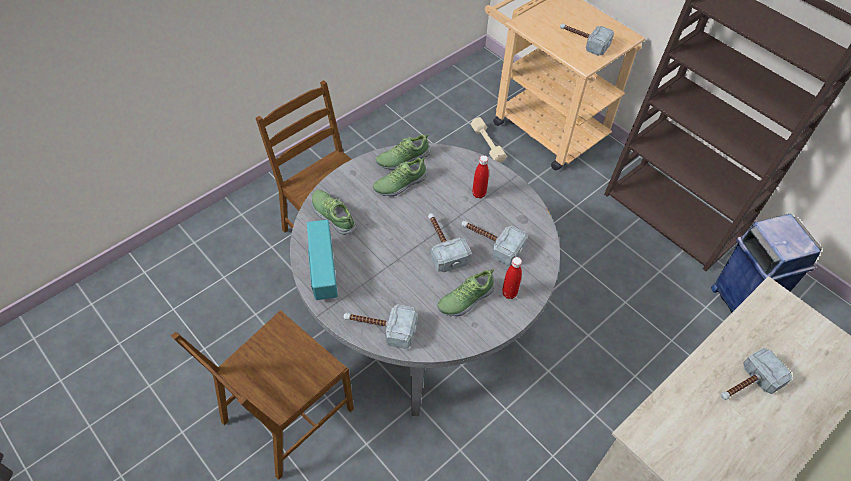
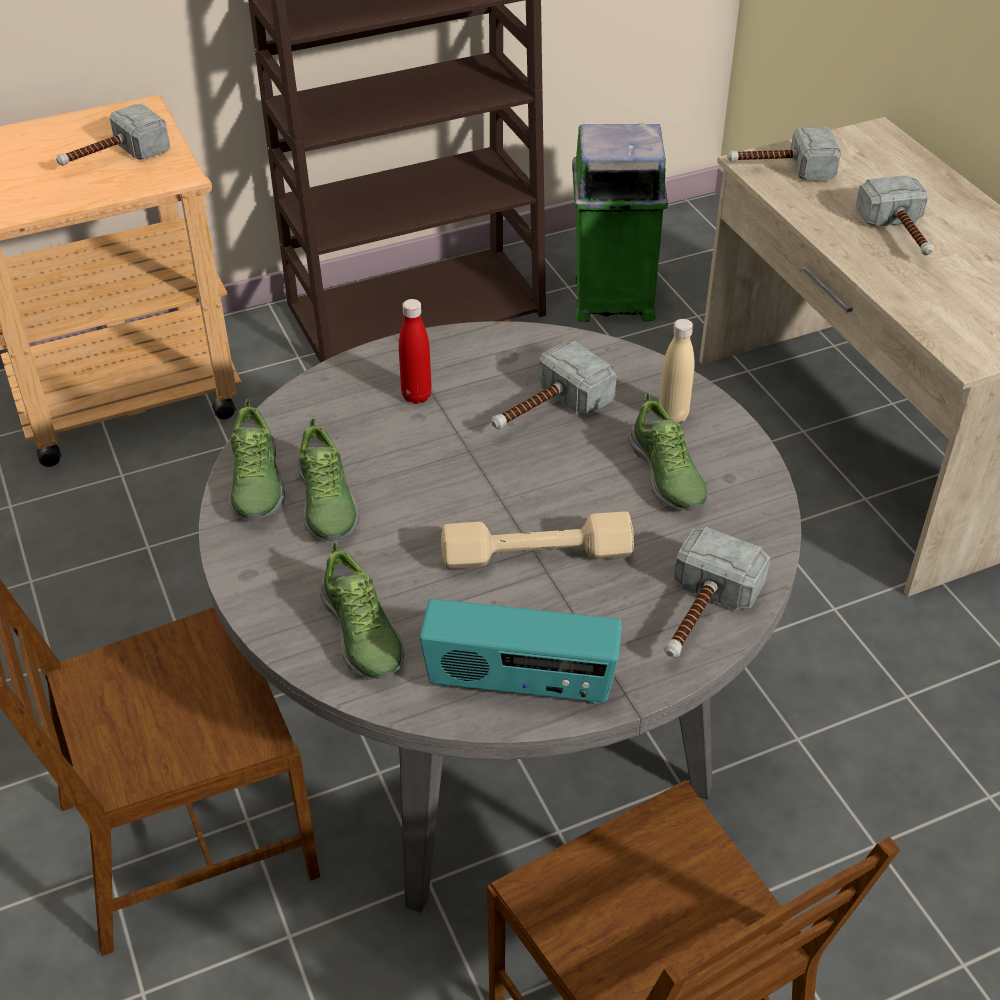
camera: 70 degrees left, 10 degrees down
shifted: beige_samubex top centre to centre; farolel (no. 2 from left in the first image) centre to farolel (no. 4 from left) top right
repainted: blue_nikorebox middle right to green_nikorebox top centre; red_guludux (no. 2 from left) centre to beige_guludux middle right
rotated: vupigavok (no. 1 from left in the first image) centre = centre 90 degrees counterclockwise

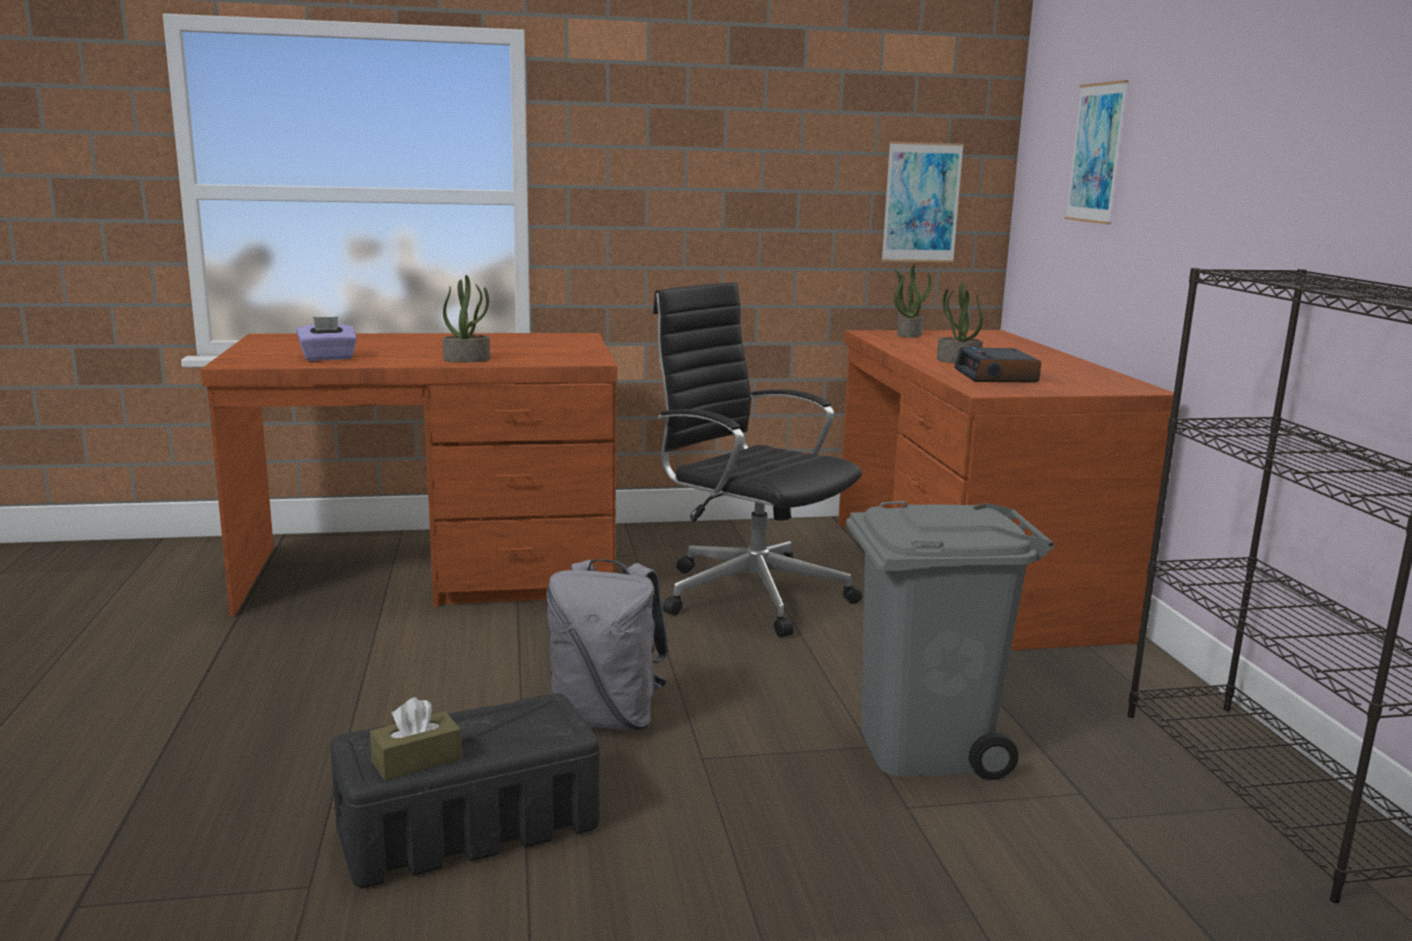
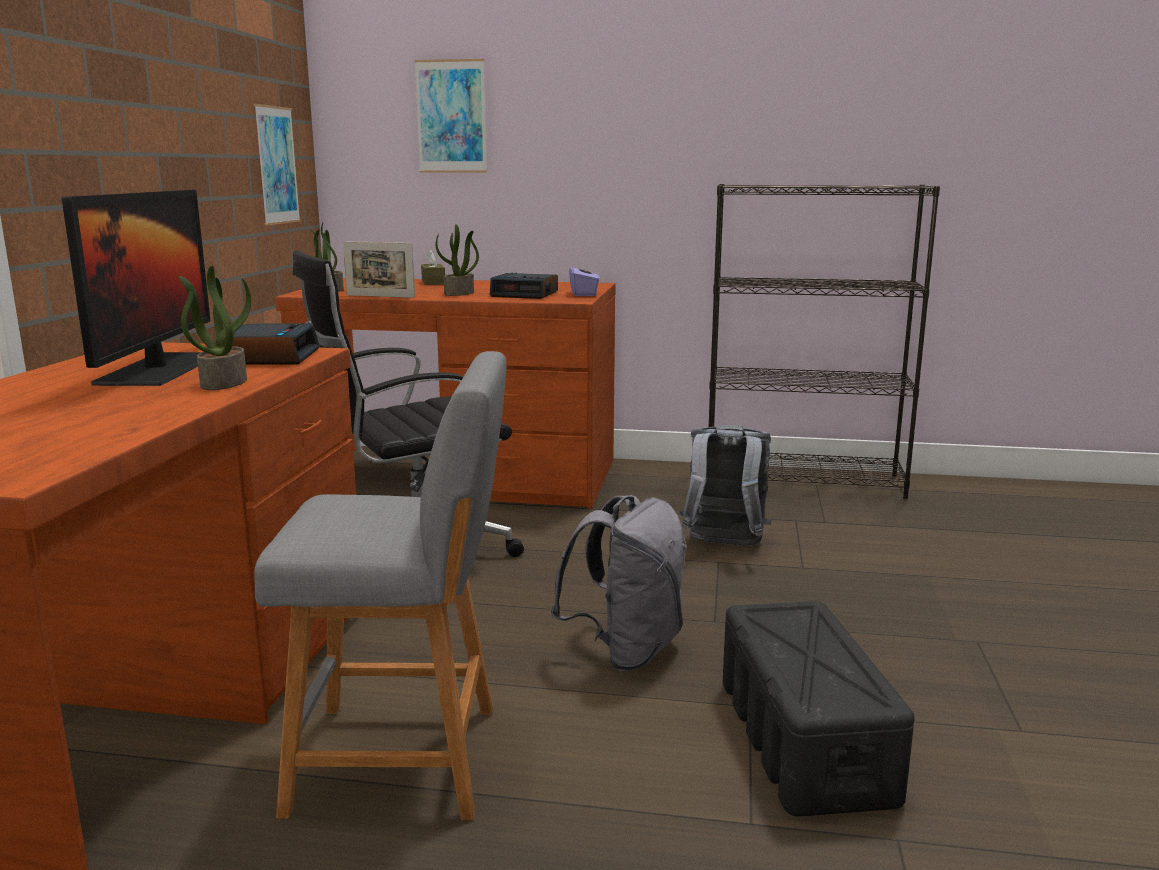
camera: 70 degrees left, 0 degrees up
new: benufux top left; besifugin (no. 1 from left) middle left; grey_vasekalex bottom left; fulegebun top left
shifted: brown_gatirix bottom left to top centre; purple_gatirix middle left to top centre
swapped: grey_nikorebox bottom right to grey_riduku (no. 2 from left) centre

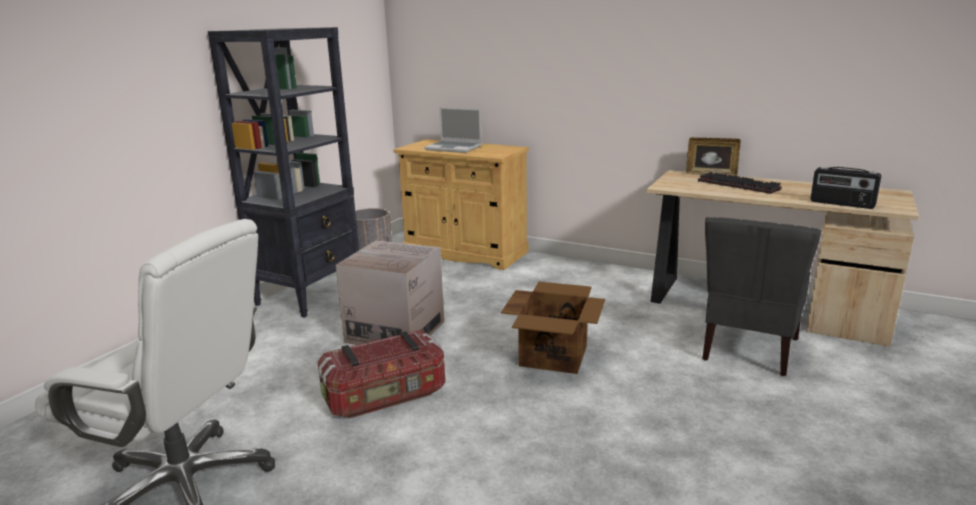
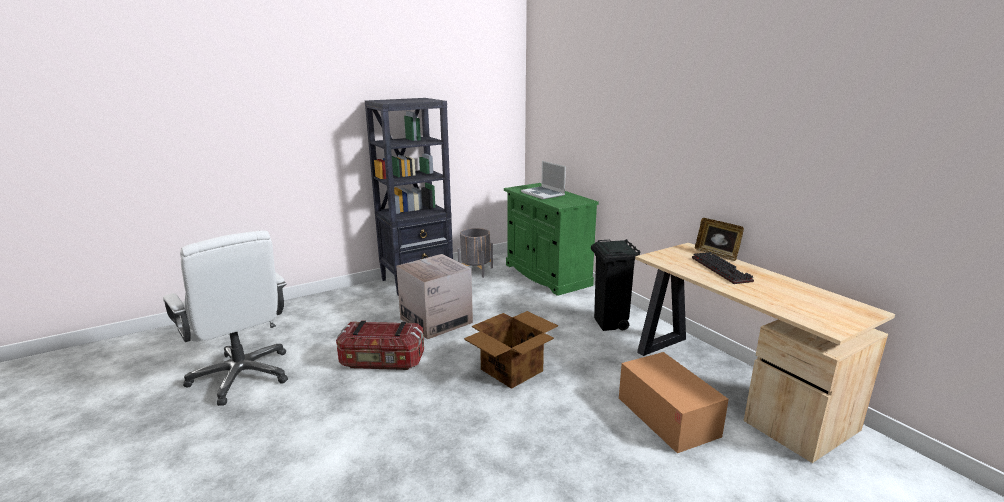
camera: 30 degrees right, 0 degrees up
gone: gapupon middle right
new: black_nikorebox centre
swapped: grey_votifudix middle right to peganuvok (no. 3 from left) bottom right
repainted: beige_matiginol centre to green_matiginol centre

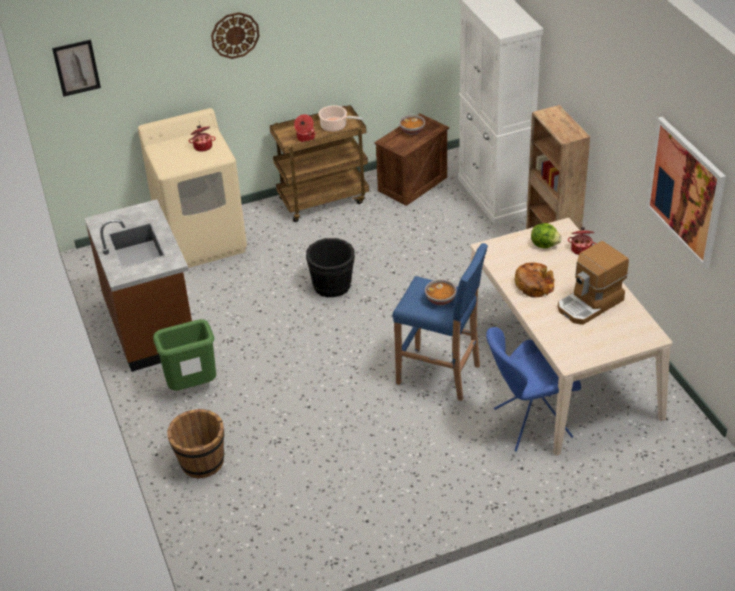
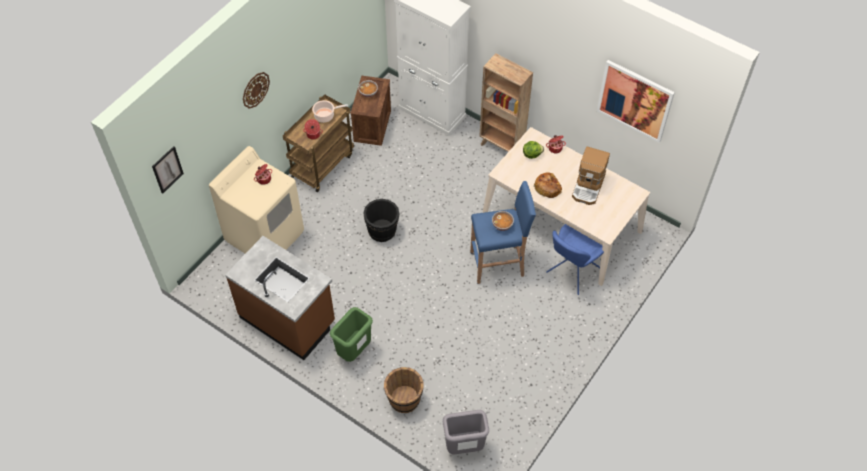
camera: 35 degrees left, 15 degrees up
new: grey_nikorebox bottom centre

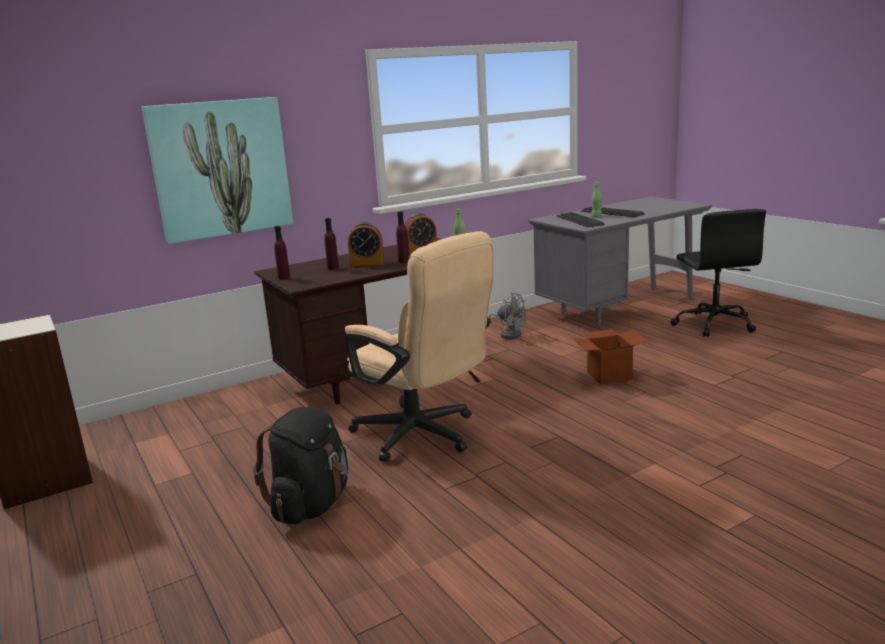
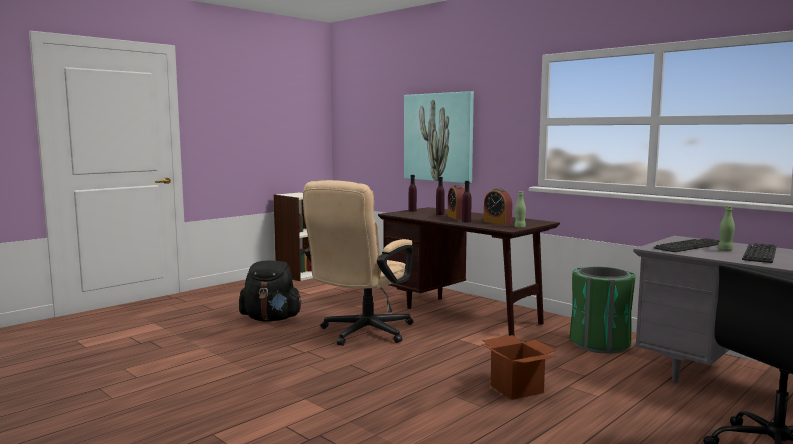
camera: 75 degrees right, 10 degrees down
swapped: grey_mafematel centre to green_nikorebox bottom right

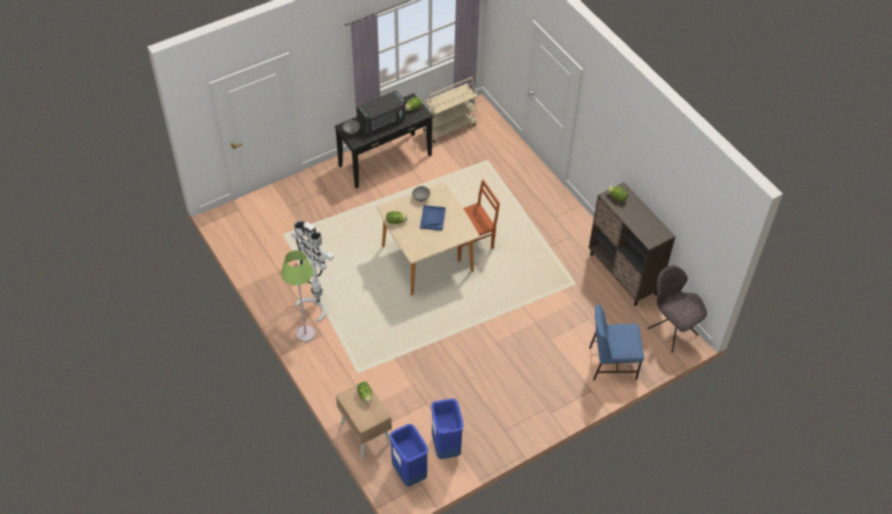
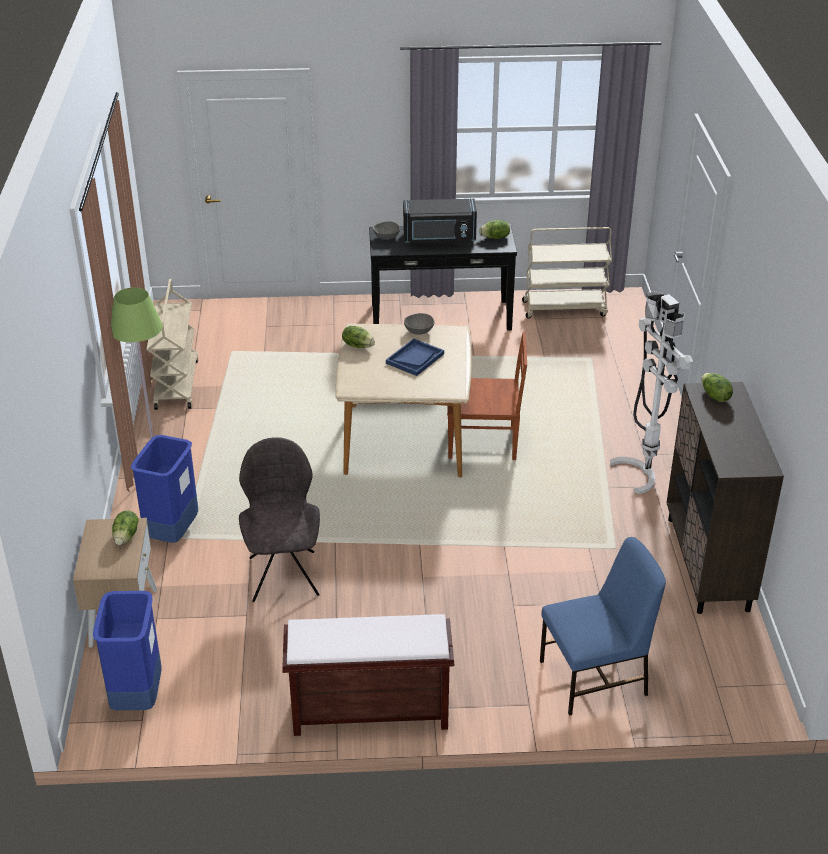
camera: 30 degrees right, 15 degrees down
new: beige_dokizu (no. 1 from left) middle left; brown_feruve bottom centre
shifted: blue_nikorebox (no. 2 from left) bottom centre to middle left; grey_votifudix middle right to centre; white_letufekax centre to middle right
rotated: blue_votifudix middle right = bottom right 135 degrees clockwise

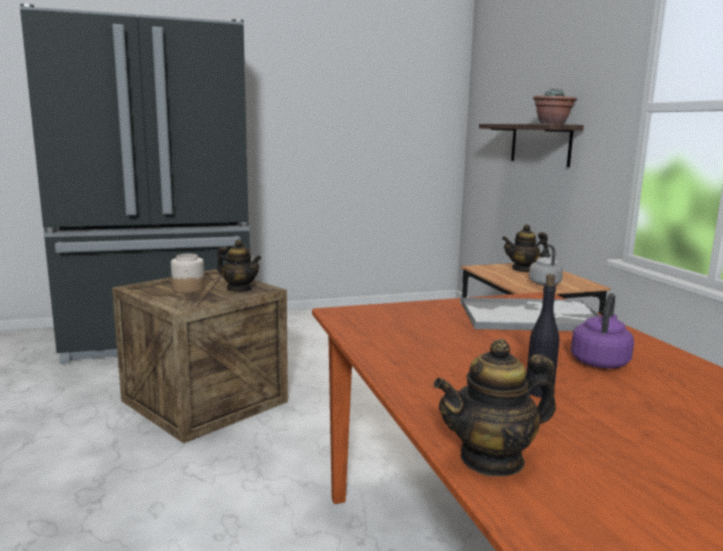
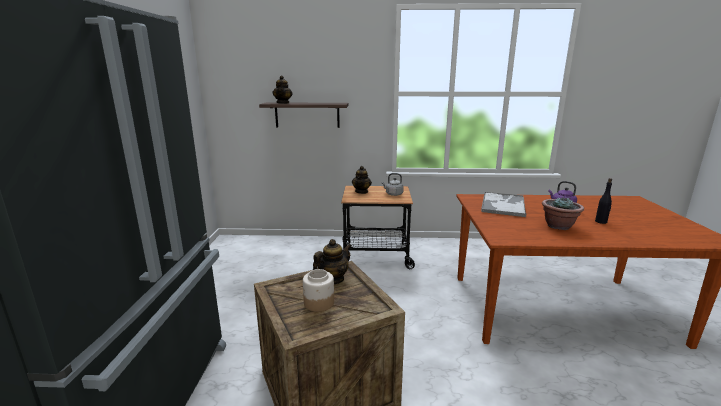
camera: 70 degrees left, 5 degrees up
shifted: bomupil (no. 2 from left in the first image) bottom right to bomupil (no. 1 from left) top centre; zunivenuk top right to middle right

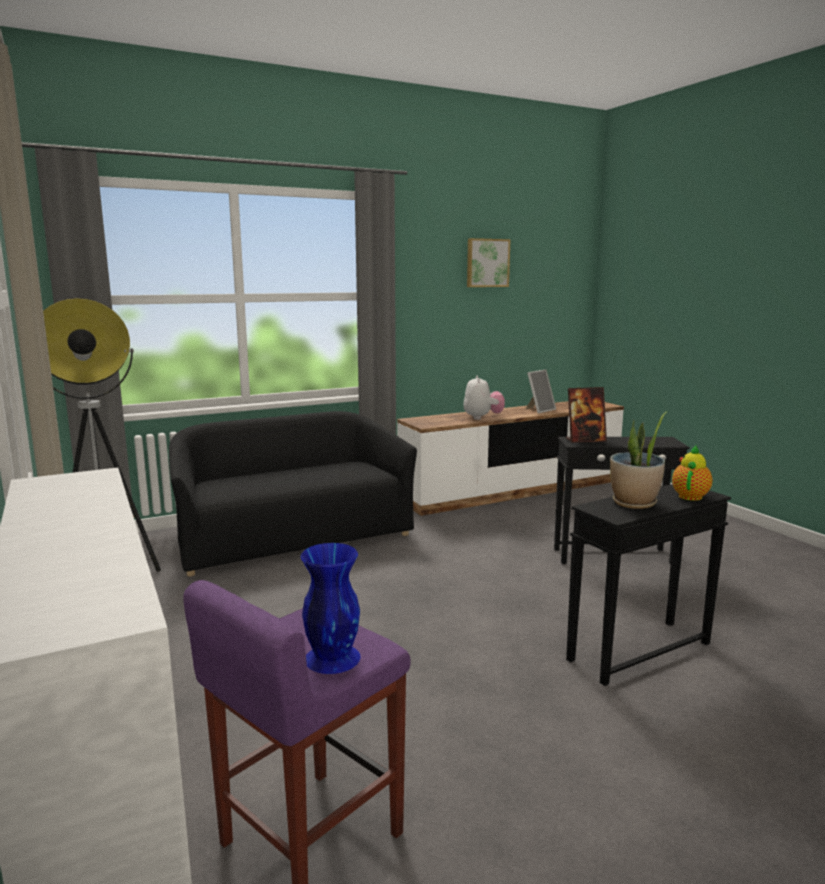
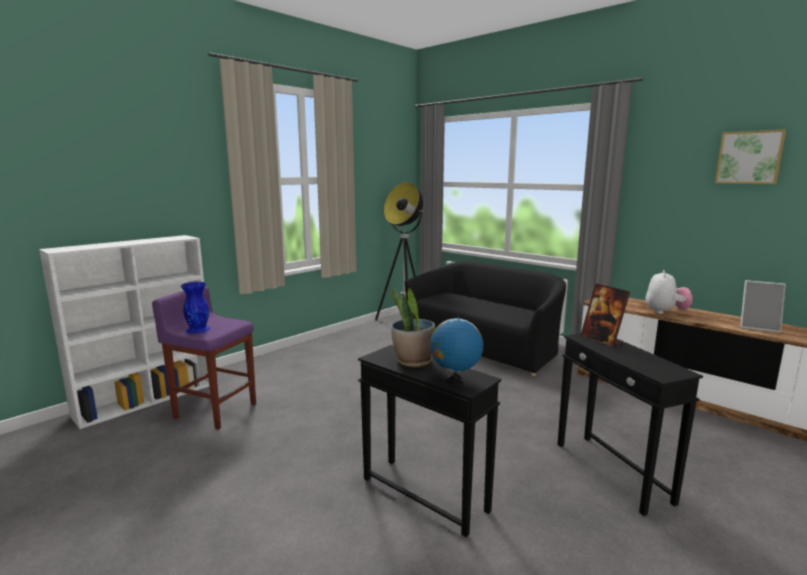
camera: 70 degrees right, 0 degrees up
swapped: bomupil middle right to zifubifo centre
rotated: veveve centre = middle right 45 degrees counterclockwise

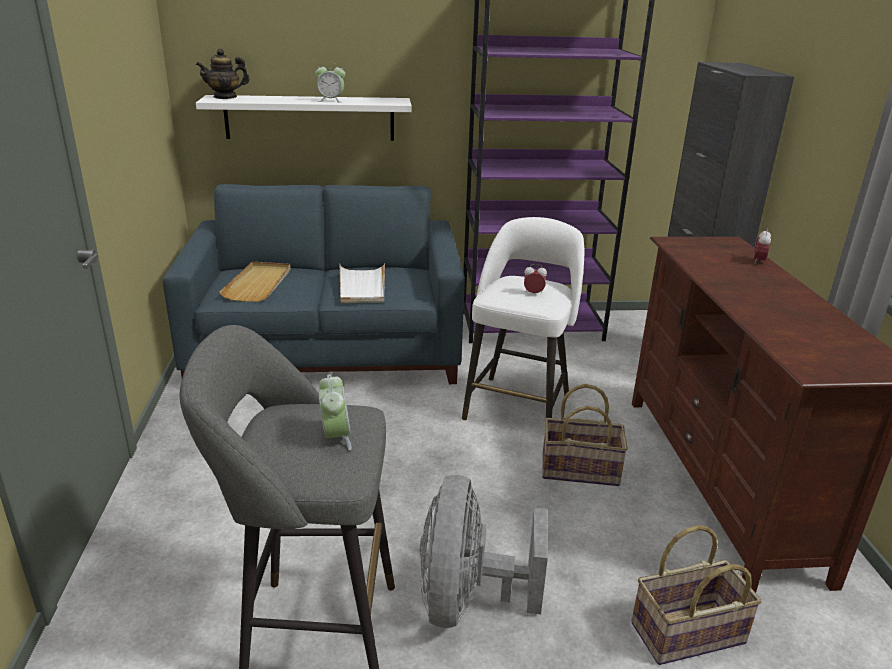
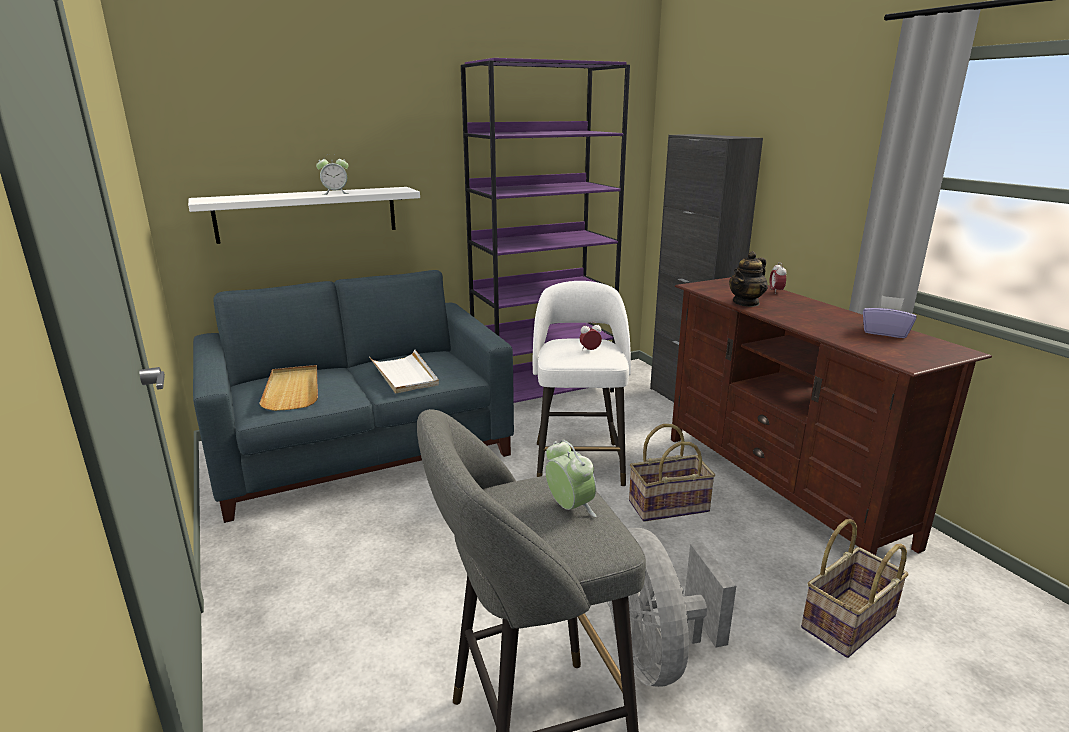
camera: 20 degrees left, 5 degrees down
new: purple_gatirix middle right
shifted: bomupil top left to middle right

